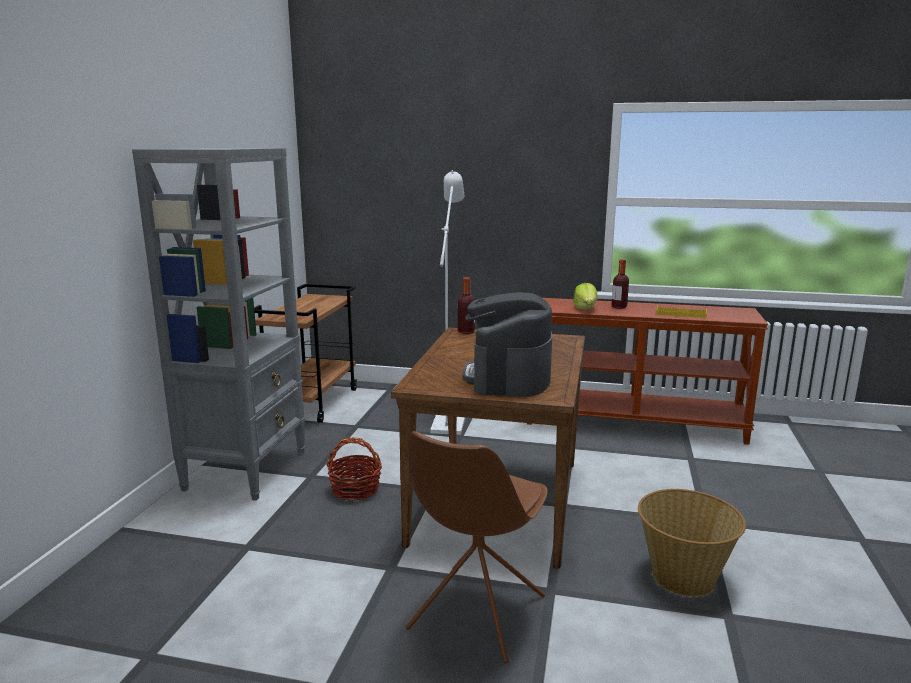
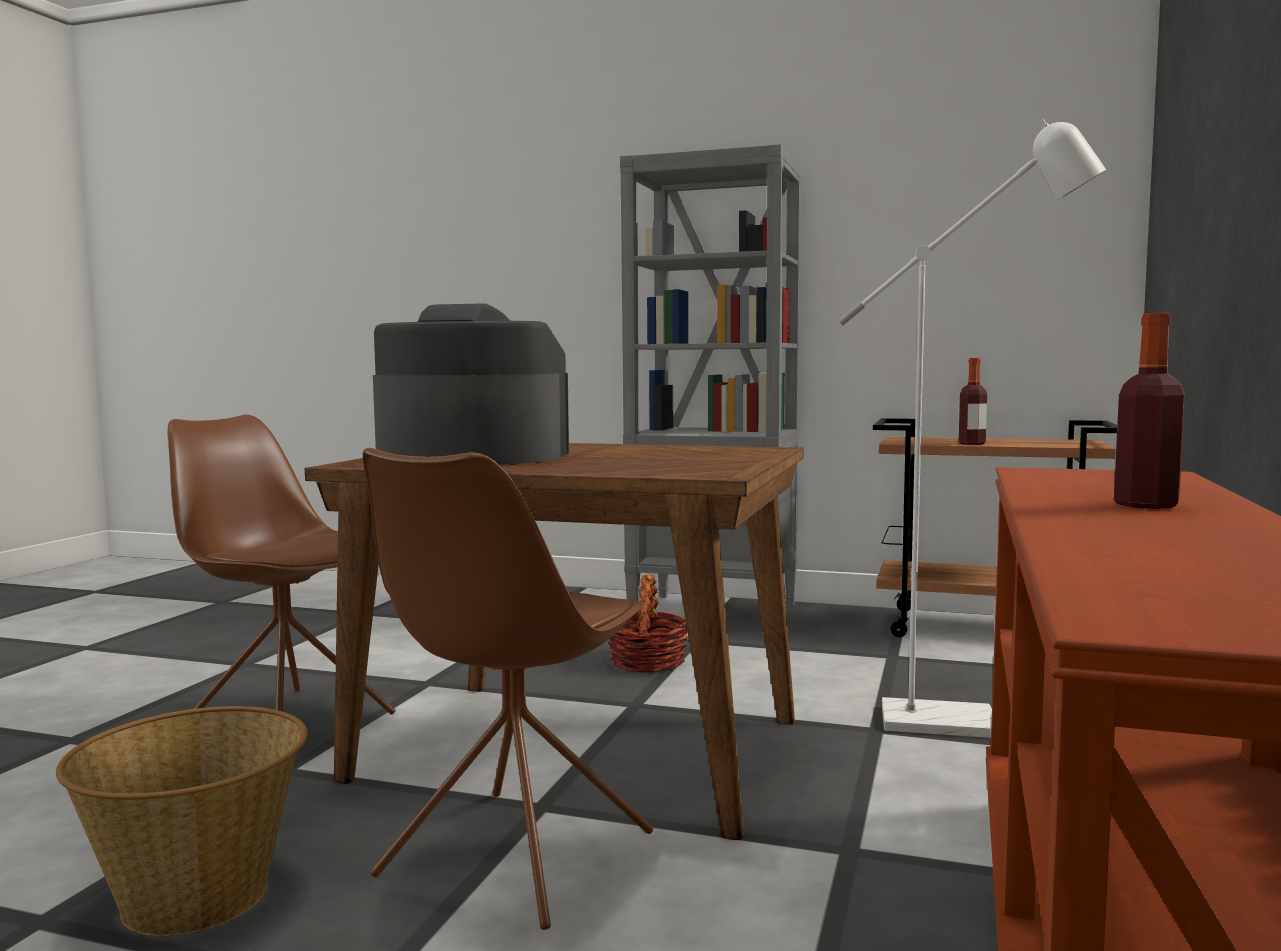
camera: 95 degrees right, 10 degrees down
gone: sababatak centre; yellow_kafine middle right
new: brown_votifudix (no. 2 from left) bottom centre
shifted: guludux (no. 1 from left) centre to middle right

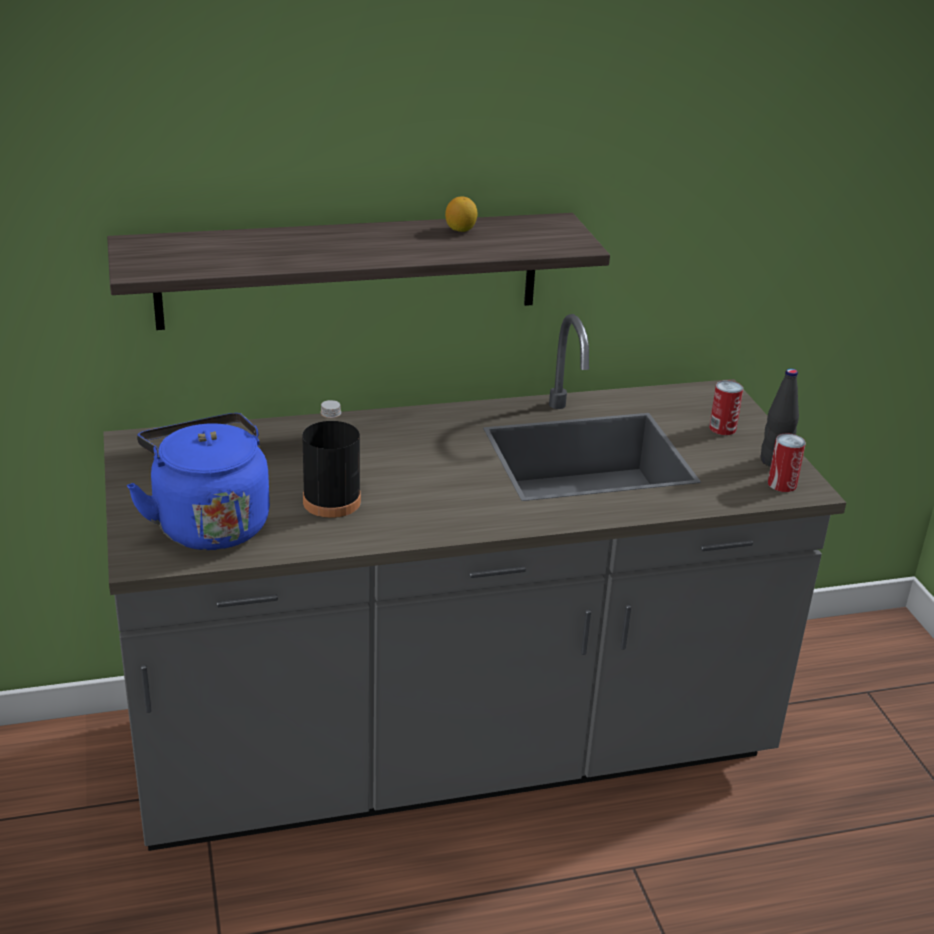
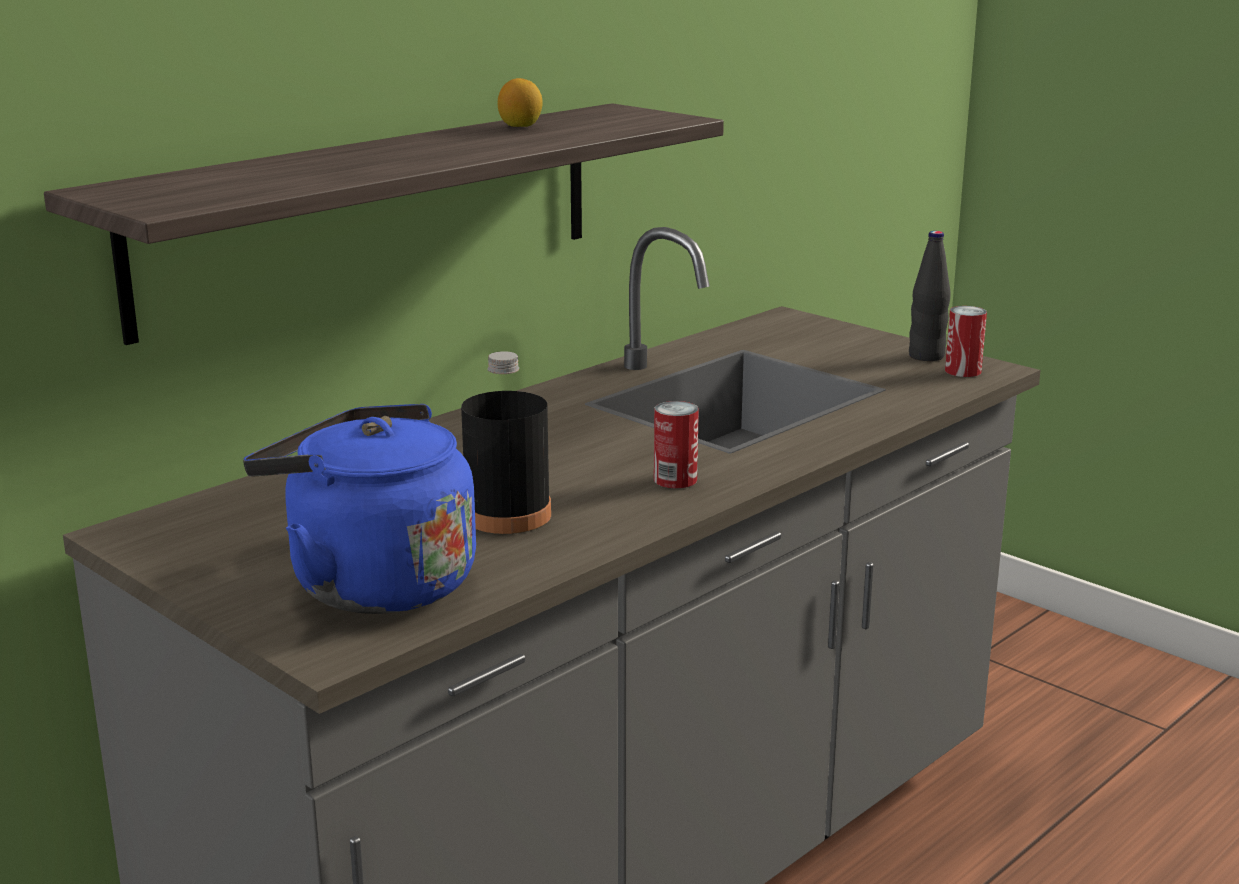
camera: 30 degrees left, 10 degrees down
shifted: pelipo (no. 1 from left) middle right to centre

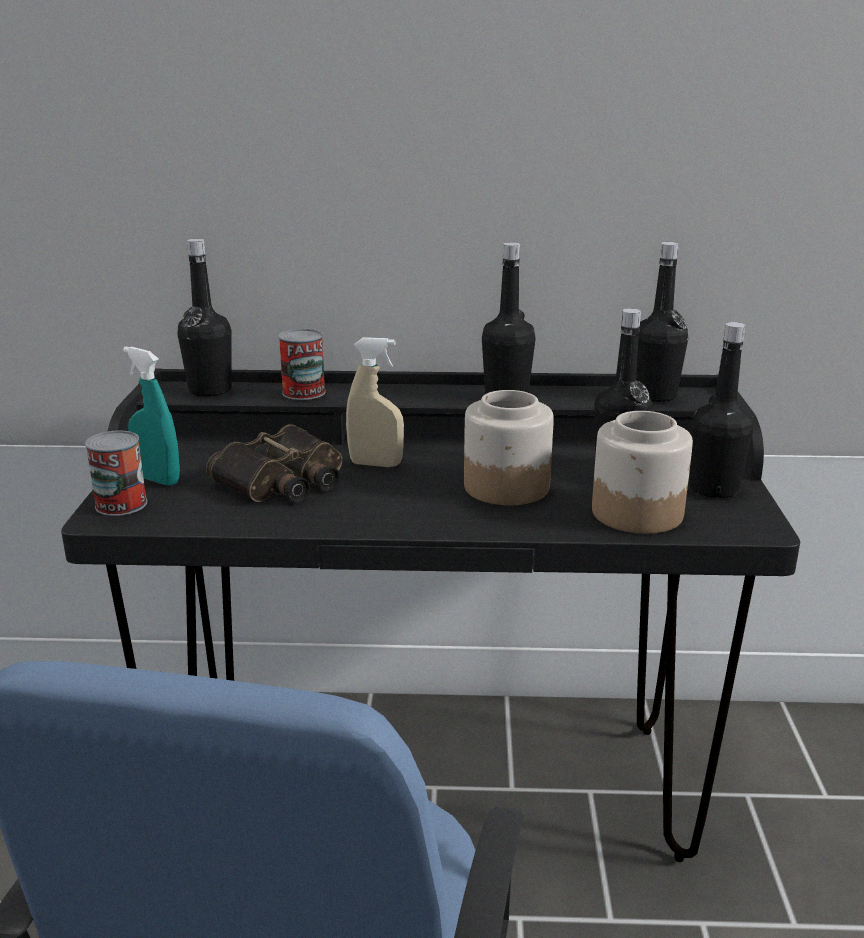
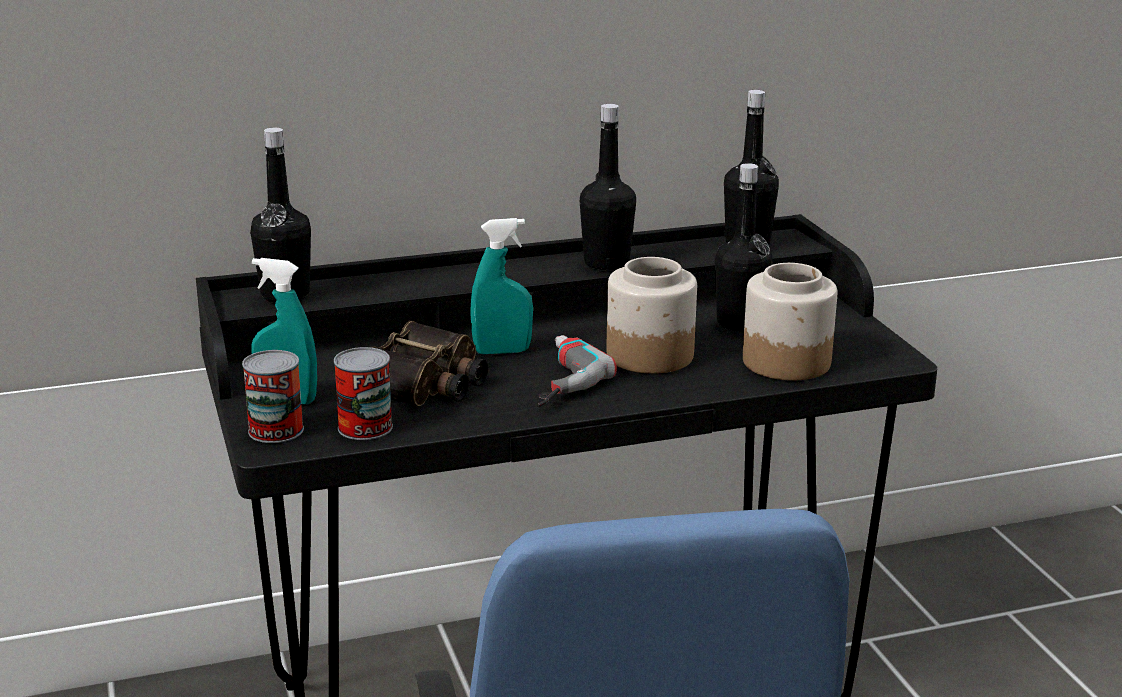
camera: 20 degrees left, 0 degrees up
gone: black_guludux (no. 5 from left) middle right
new: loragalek centre
shifted: pelipo (no. 2 from left) centre to middle left
repainted: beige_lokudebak centre to turquoise_lokudebak (no. 2 from left) centre

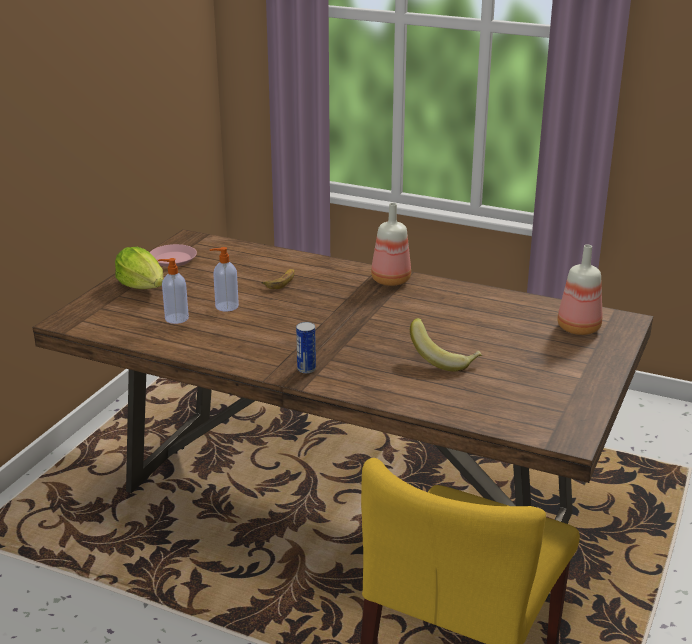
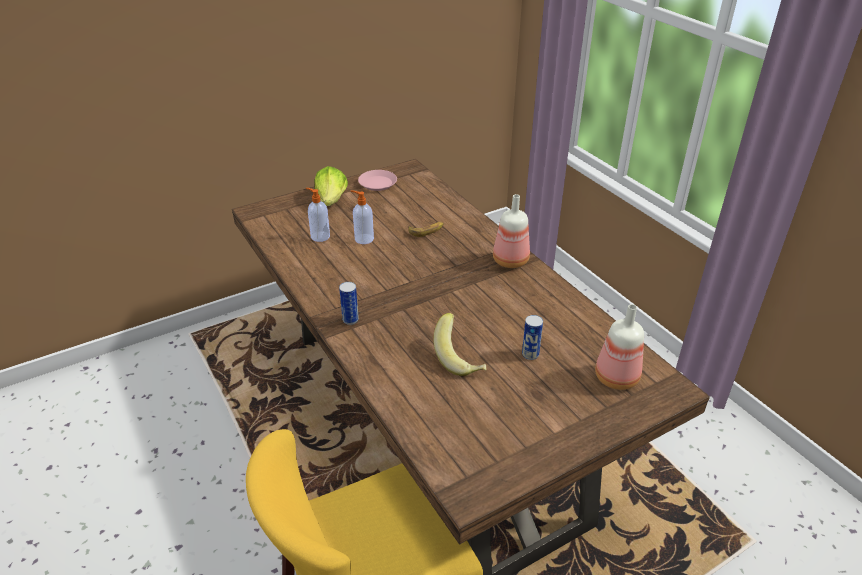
camera: 35 degrees right, 10 degrees up
new: pelipo (no. 2 from left) centre

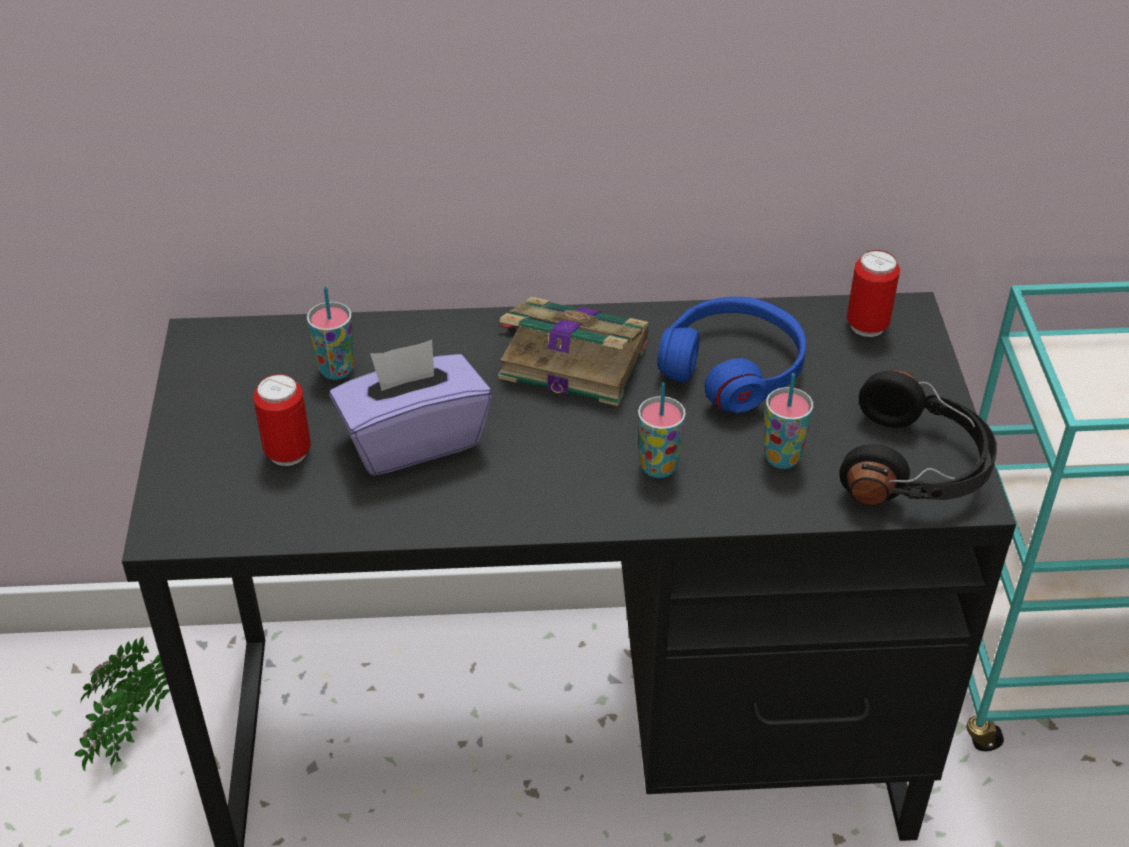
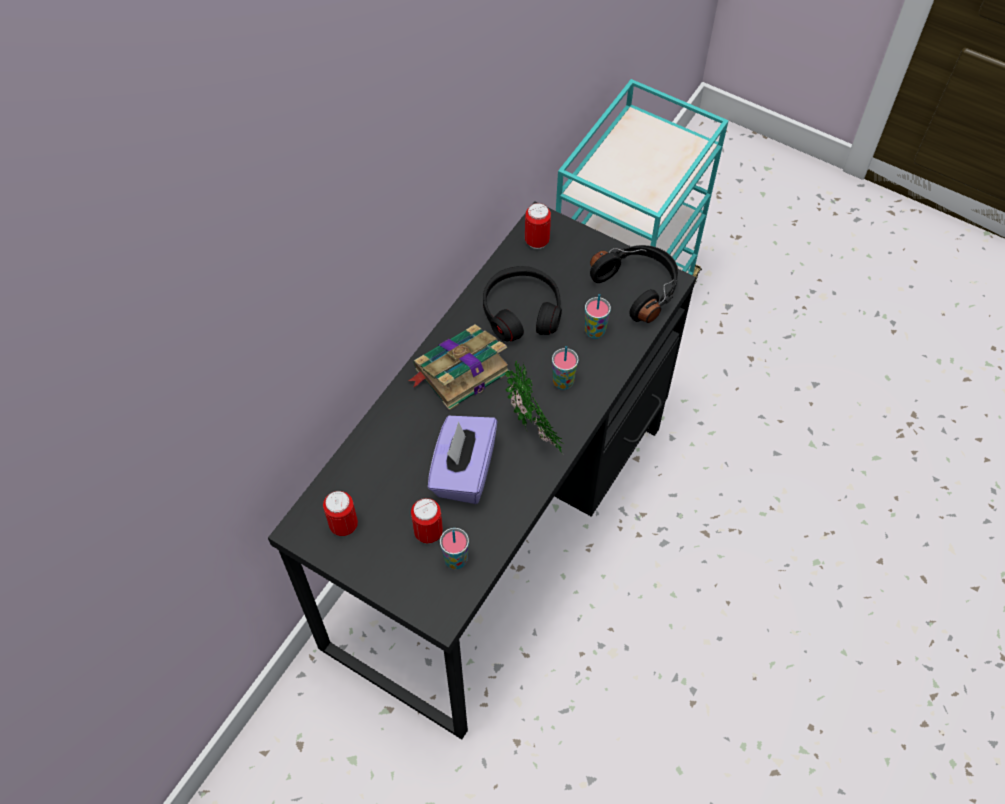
camera: 55 degrees left, 15 degrees up
new: pelipo (no. 1 from left) centre
shifted: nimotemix (no. 1 from left) middle left to bottom centre; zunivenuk bottom left to centre
repainted: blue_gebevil centre to black_gebevil (no. 1 from left) centre

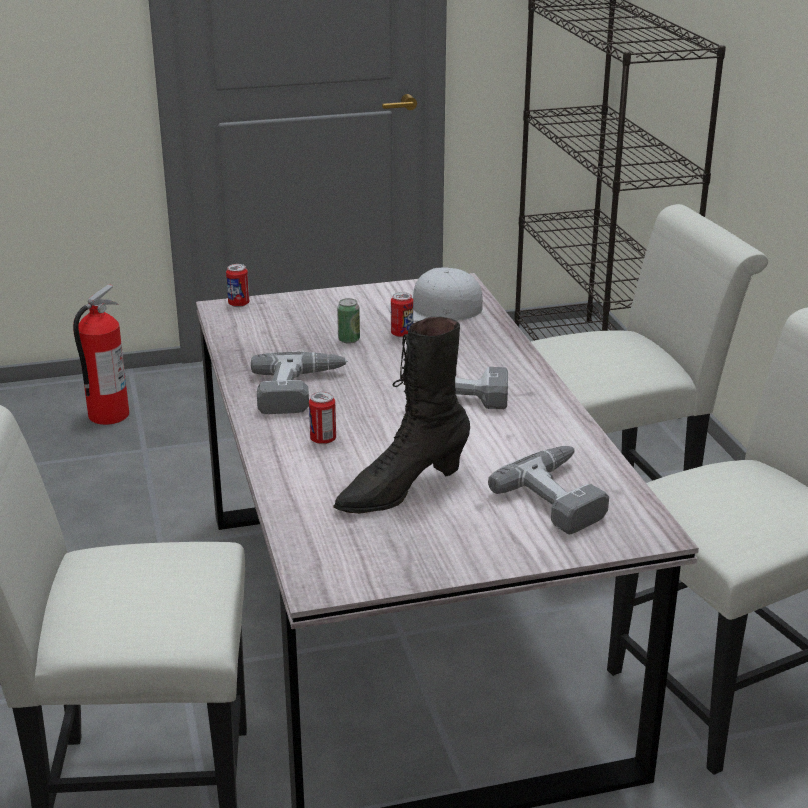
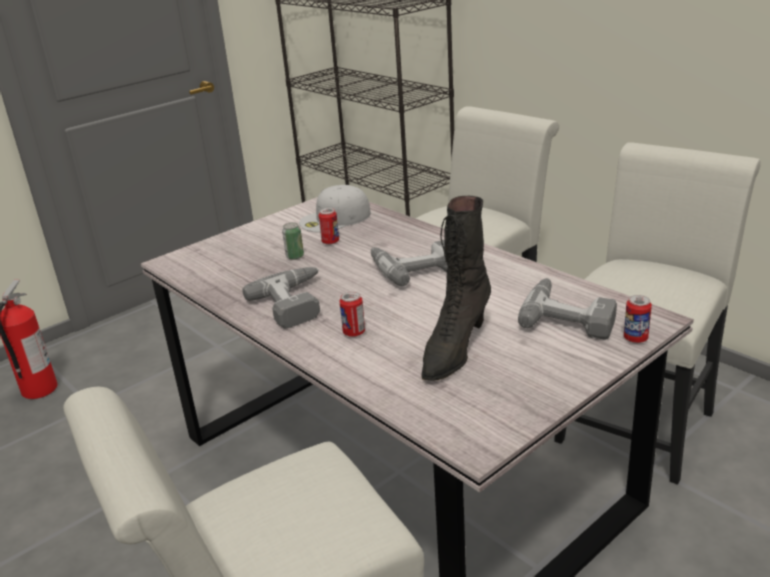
camera: 25 degrees left, 0 degrees up
shifted: pelipo (no. 1 from left in the first image) middle left to pelipo (no. 4 from left) middle right

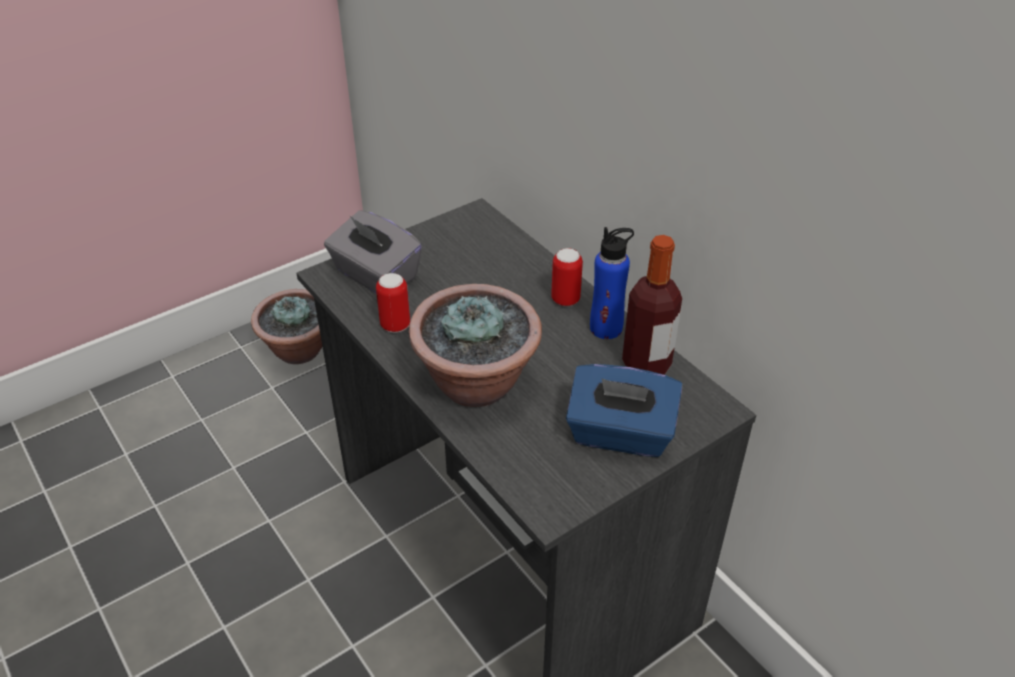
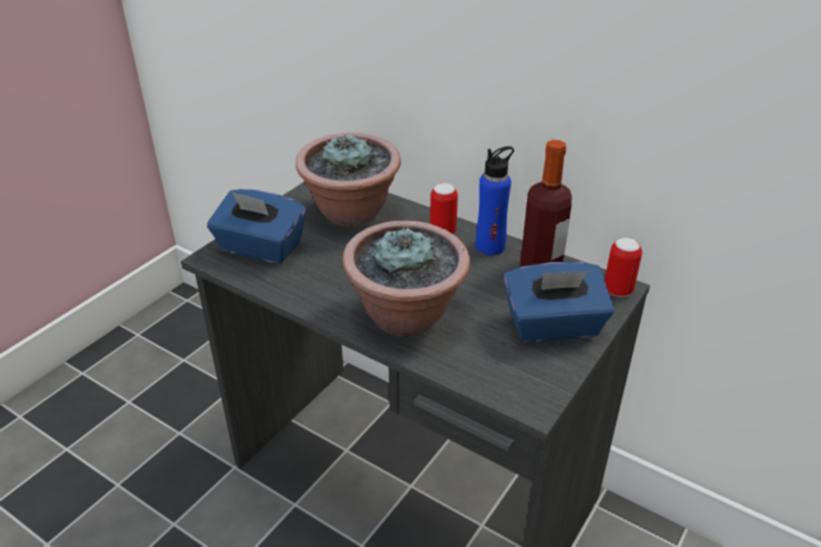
camera: 20 degrees left, 5 degrees down
shifted: zunivenuk (no. 1 from left) middle left to top centre; pelipo (no. 1 from left in the first image) centre to pelipo (no. 2 from left) middle right
repainted: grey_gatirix centre to blue_gatirix (no. 1 from left) middle left

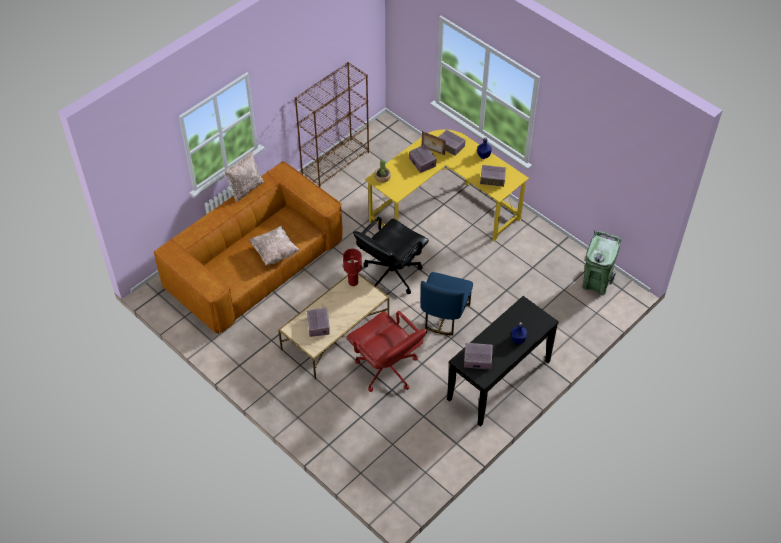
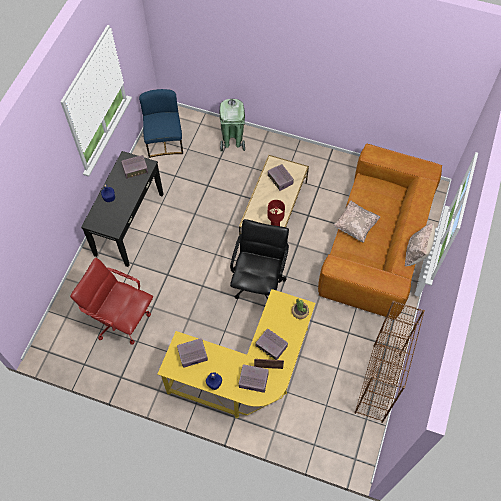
camera: 155 degrees right, 10 degrees up
shifted: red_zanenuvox centre to middle left; blue_votifudix centre to top left; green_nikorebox middle right to top centre

